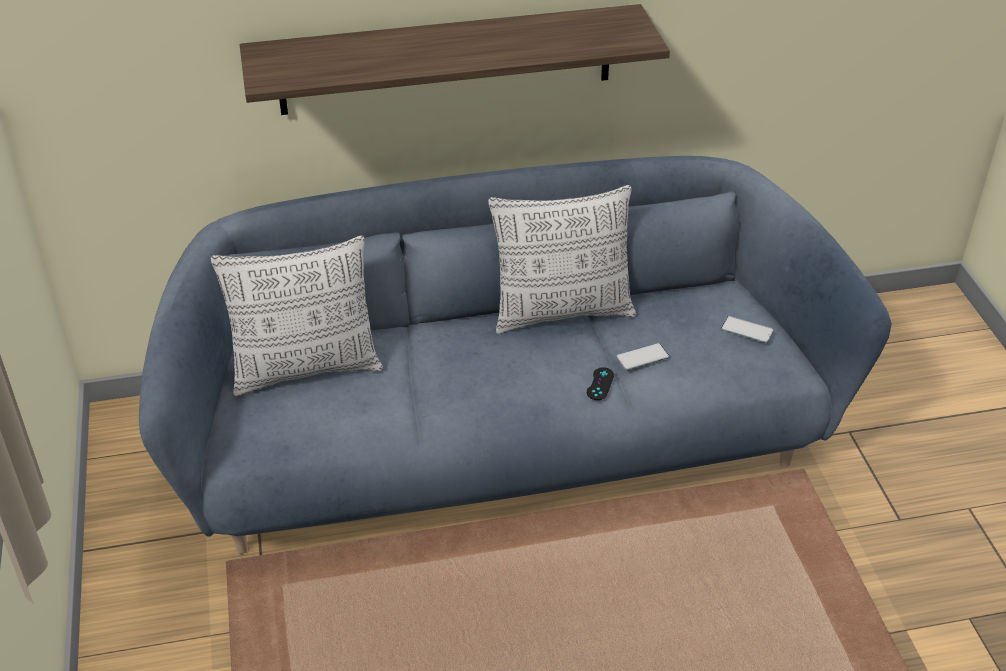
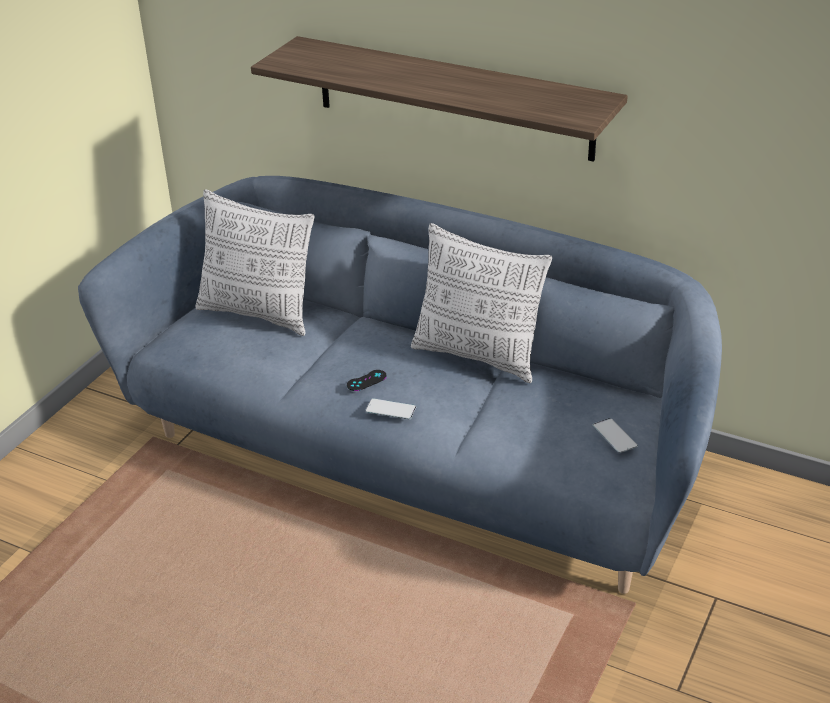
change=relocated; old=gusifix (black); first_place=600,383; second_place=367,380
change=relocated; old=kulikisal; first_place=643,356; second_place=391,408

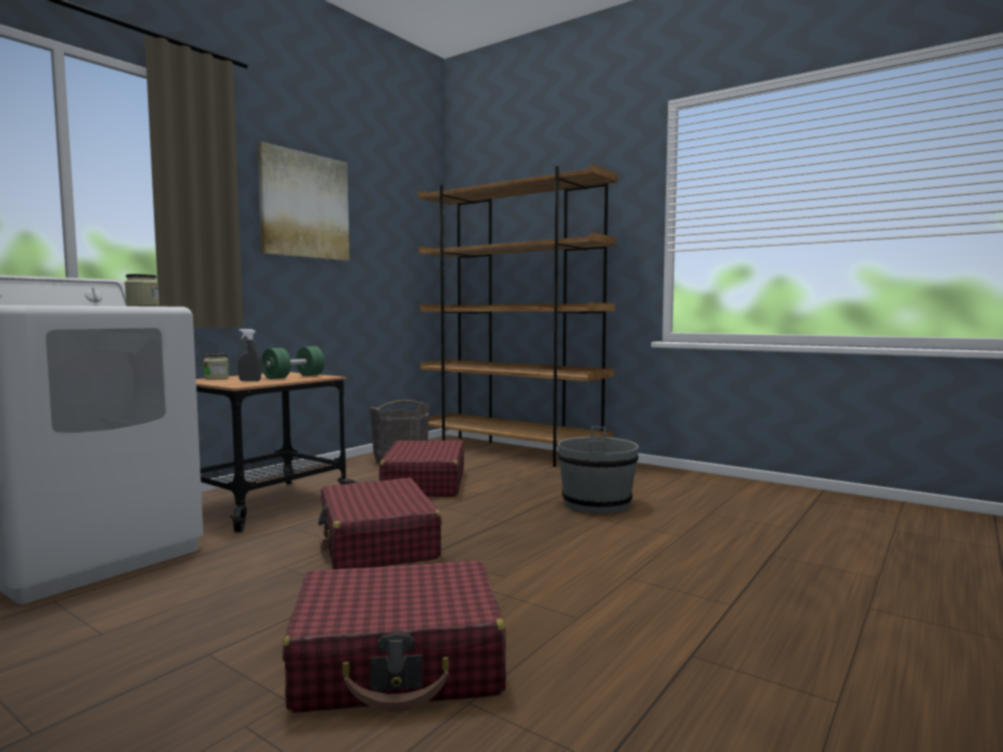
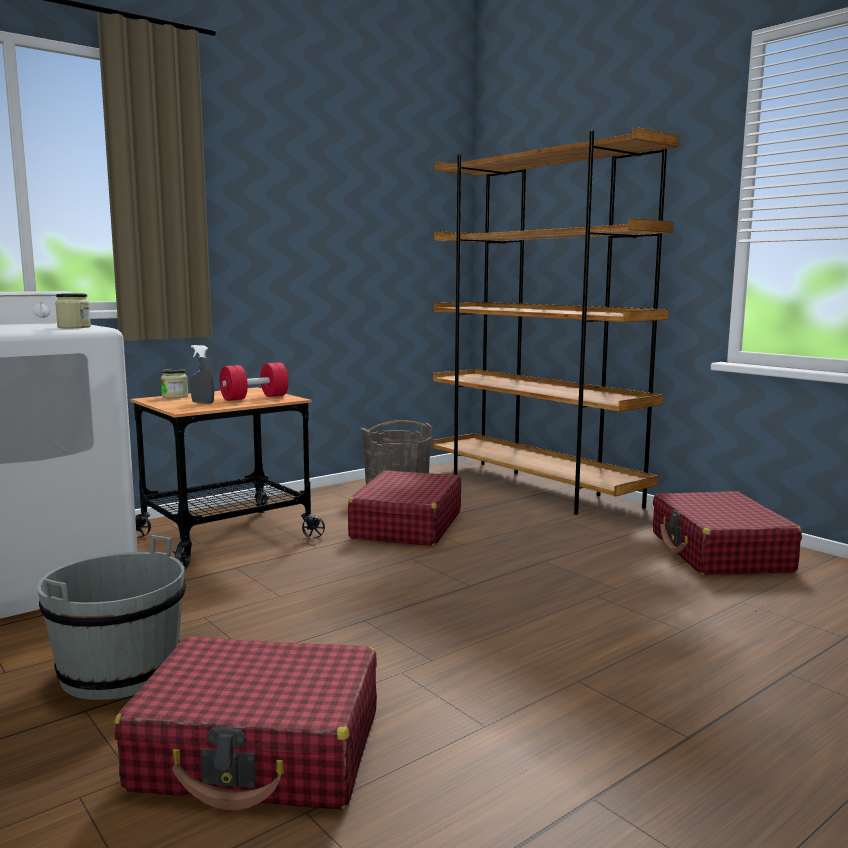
change=missing; old=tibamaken; first_place=303,201
change=colour; old=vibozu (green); new=vibozu (red); first_place=292,362; second_place=253,382
change=relocated; old=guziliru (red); first_place=380,523; second_place=727,533
change=relocated; old=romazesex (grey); first_place=598,470; second_place=111,617

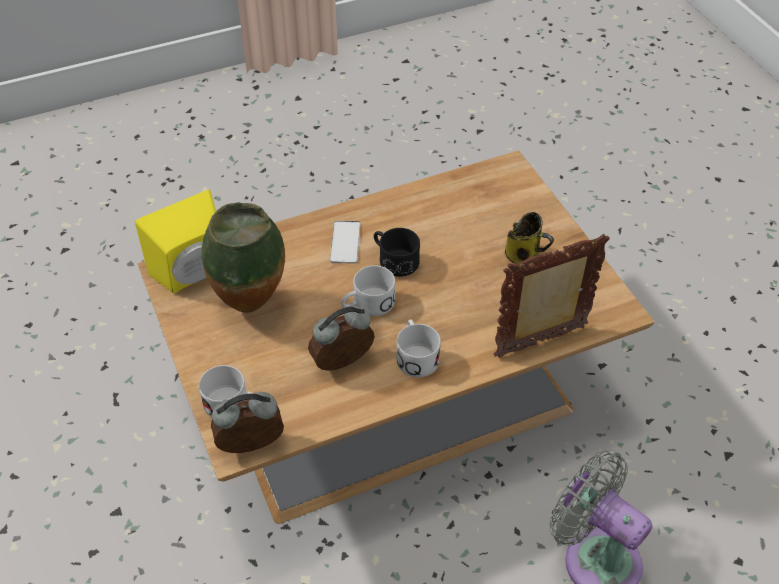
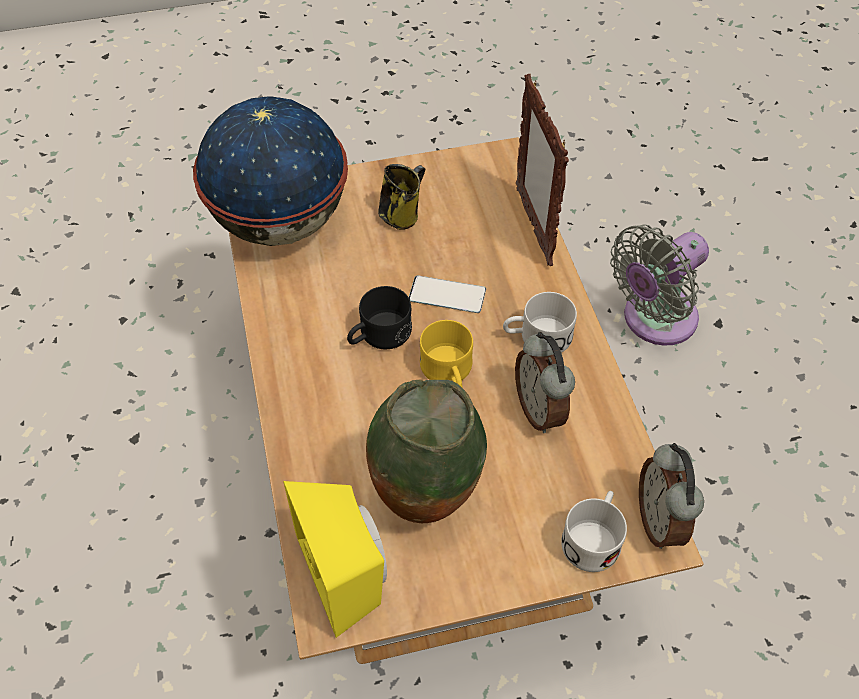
change=relocated; old=kulikisal; first_place=345,242; second_place=447,294
change=colour; old=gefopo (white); new=gefopo (yellow); first_place=368,290; second_place=446,353
change=appeared; new=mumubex; second_place=270,171

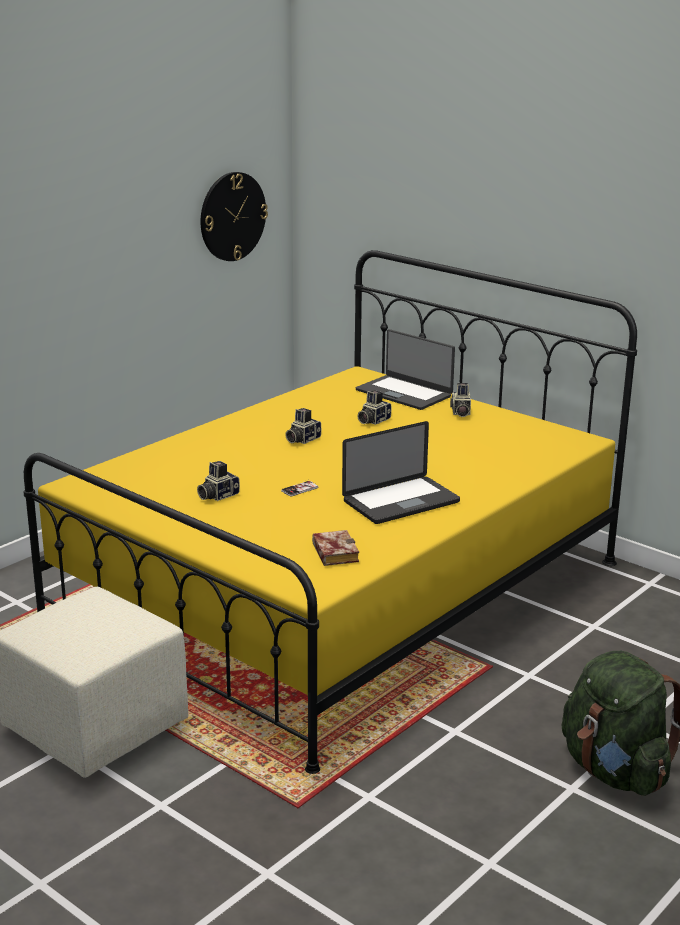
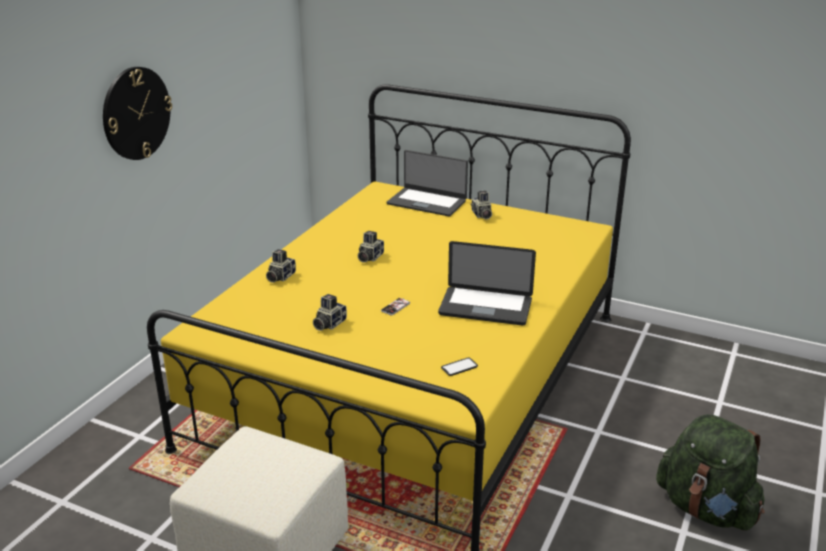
change=relocated; old=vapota; first_place=234,216; second_place=137,113
change=exchanged; old=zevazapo; new=kulikisal; first_place=335,548; second_place=459,367
change=spun; old=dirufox; first_place=401,472; second_place=487,283; degrees=60
change=relocated; old=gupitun; first_place=374,407; second_place=281,266

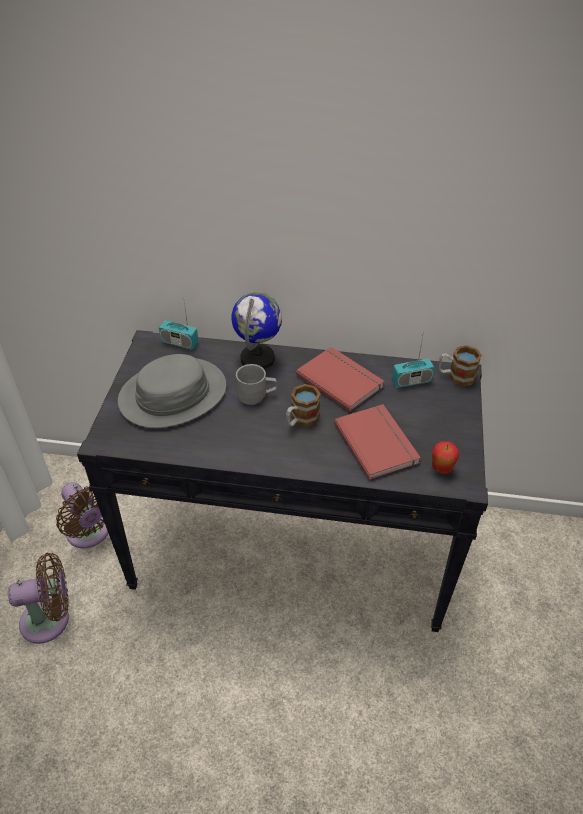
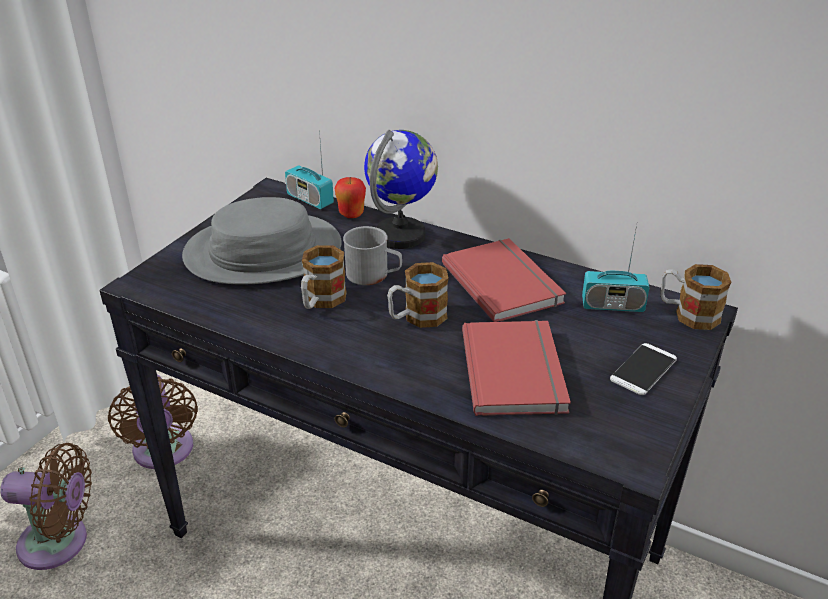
change=relocated; old=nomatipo; first_place=446,457; second_place=350,197
change=appeared; new=gefopo; second_place=323,277
change=appeared; new=kulikisal; second_place=643,369

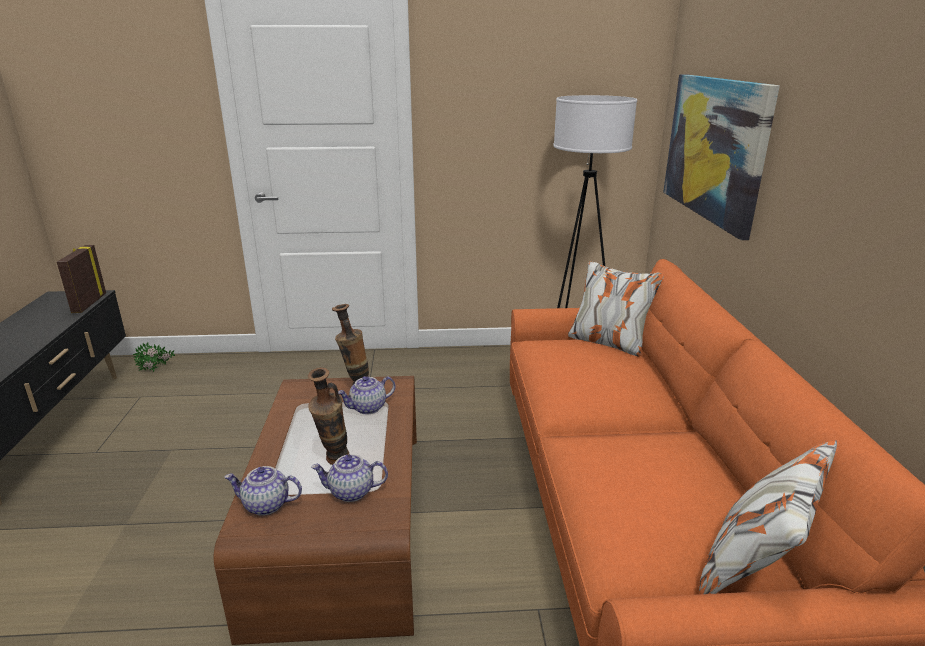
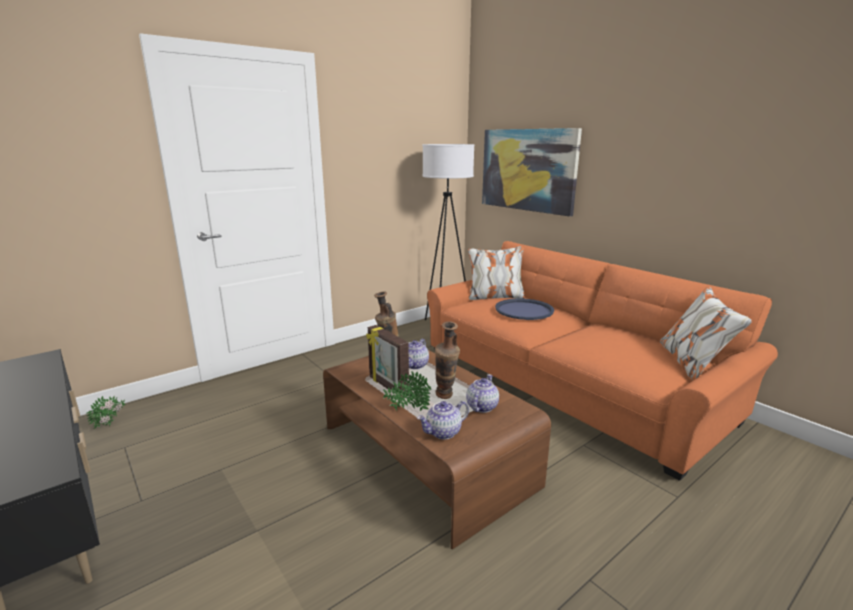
change=relocated; old=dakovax; first_place=81,279; second_place=387,361
change=spun; old=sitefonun; first_place=349,478; second_place=482,393; degrees=150
change=appeared; new=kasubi; second_place=407,391
change=appeared; new=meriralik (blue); second_place=524,309

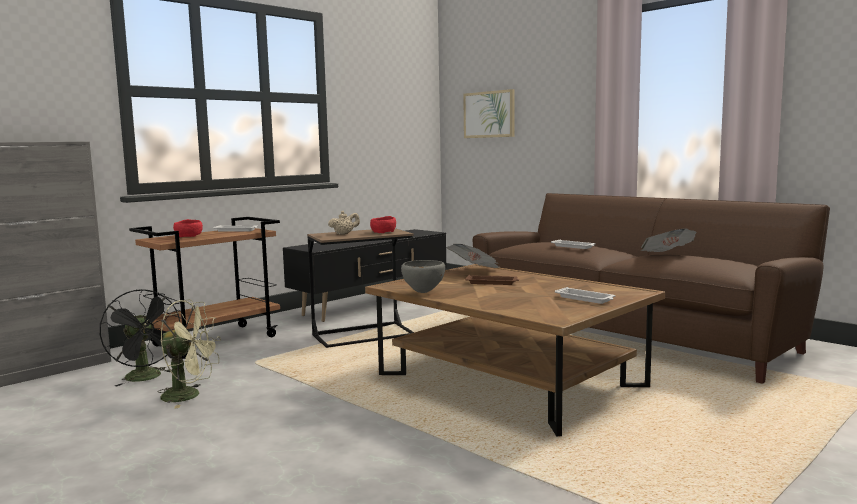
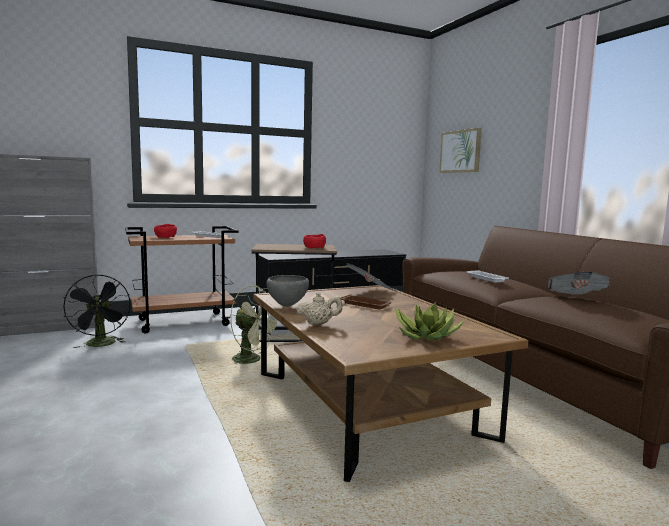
change=relocated; old=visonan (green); first_place=190,354; second_place=254,324
change=relocated; old=sitefonun (beige); first_place=344,223; second_place=319,308
change=exchanged; old=meriralik (white); new=kasubi; first_place=585,295; second_place=430,321

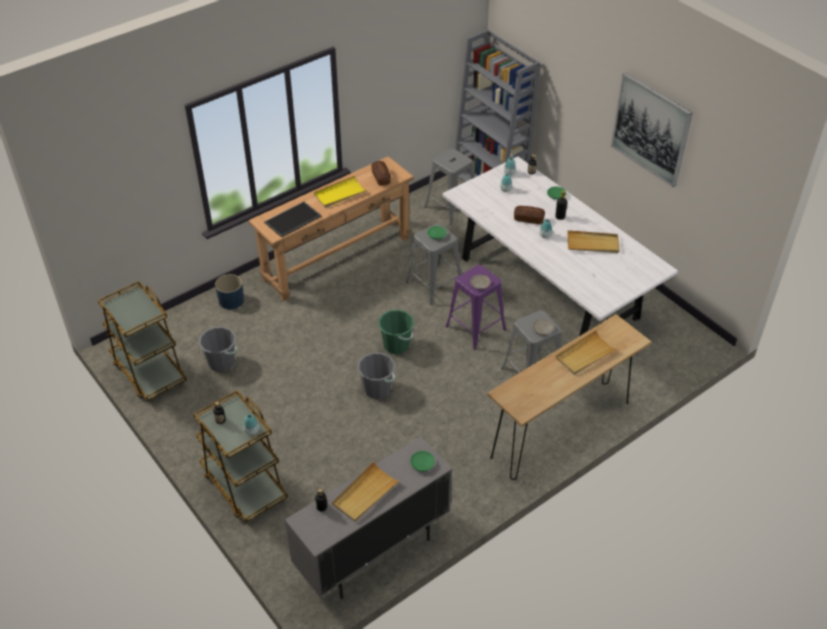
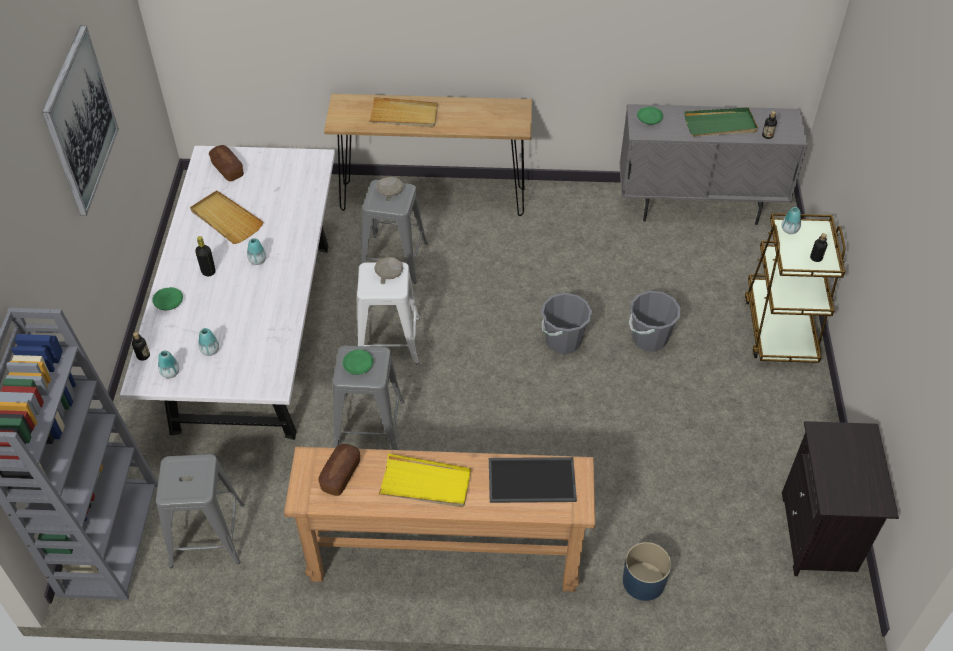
change=exchanged; old=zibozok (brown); new=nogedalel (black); first_place=142,341; second_place=840,498
change=relocated; old=romazesex (grey); first_place=218,349; second_place=654,321
change=colour; old=meriralik (beige); new=meriralik (green); first_place=366,492; second_place=721,122
change=missing; old=romazesex (green); first_place=396,332
change=colour; old=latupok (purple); new=latupok (white); first_place=475,307; second_place=388,313
change=relocated; old=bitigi; first_place=529,215; second_place=226,163

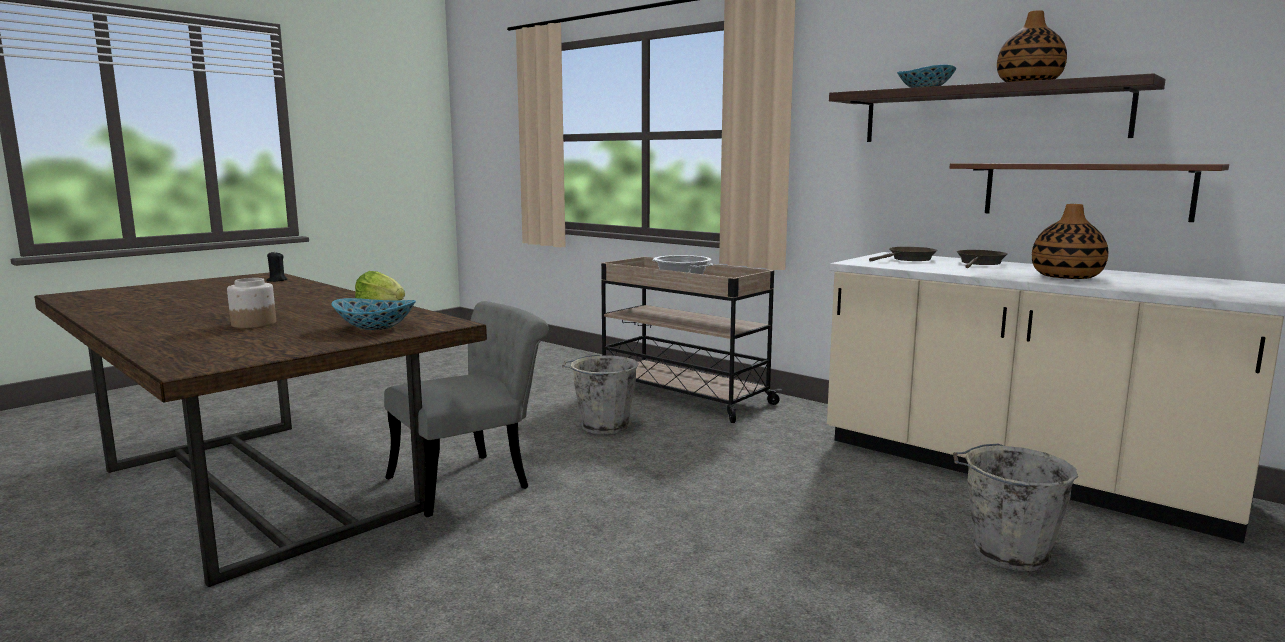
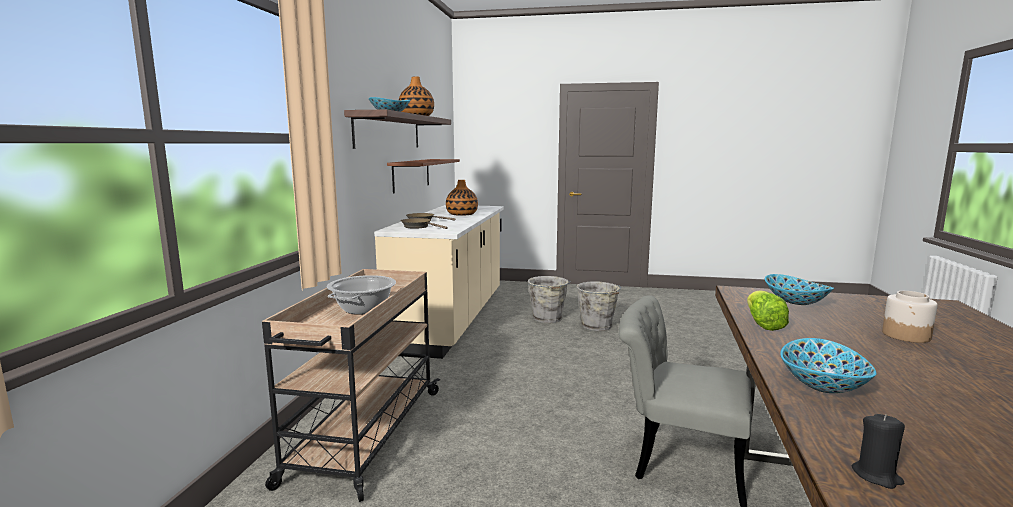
change=relocated; old=romazesex (grey); first_place=600,394; second_place=598,306
change=appeared; new=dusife; second_place=828,365

